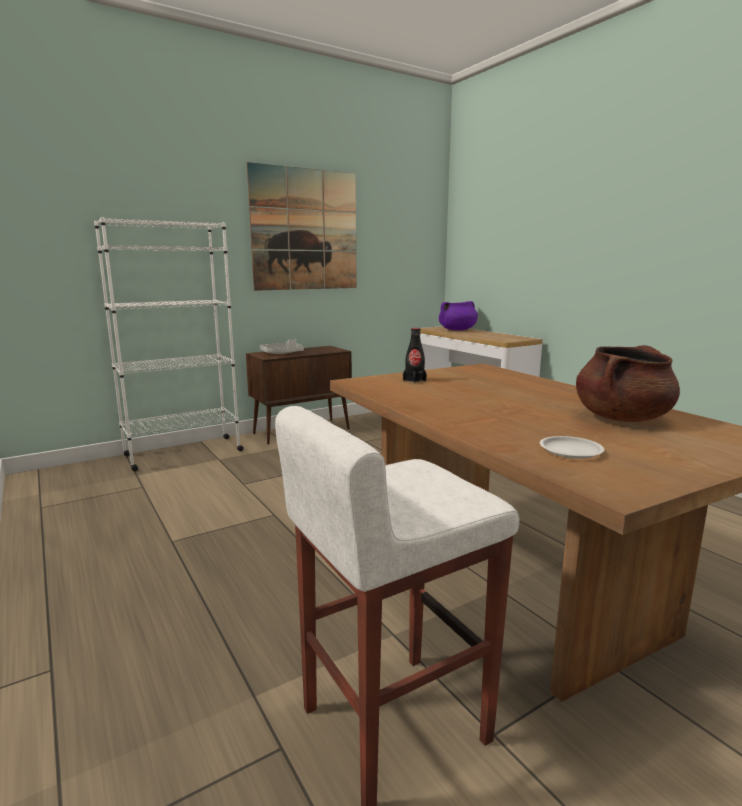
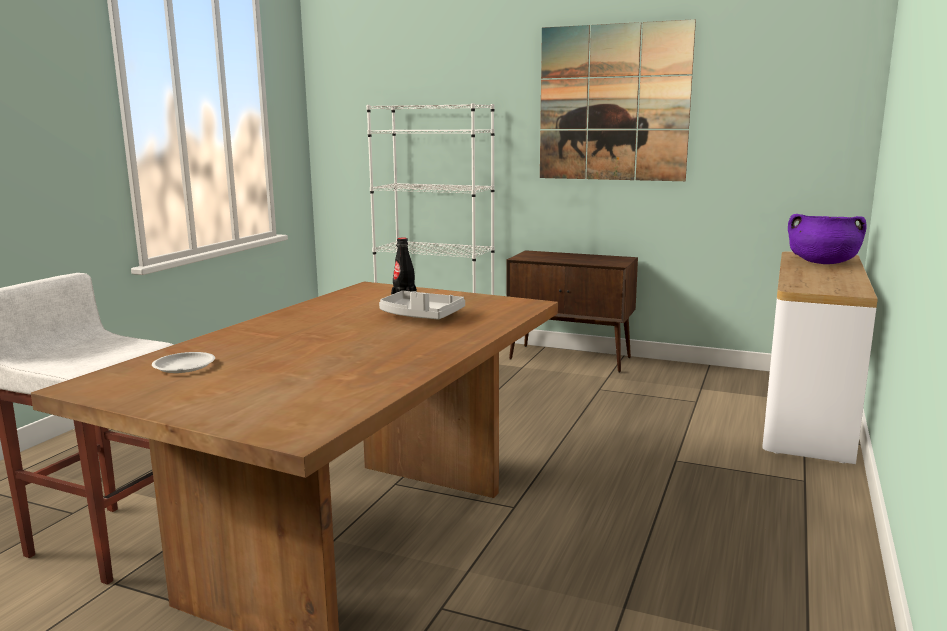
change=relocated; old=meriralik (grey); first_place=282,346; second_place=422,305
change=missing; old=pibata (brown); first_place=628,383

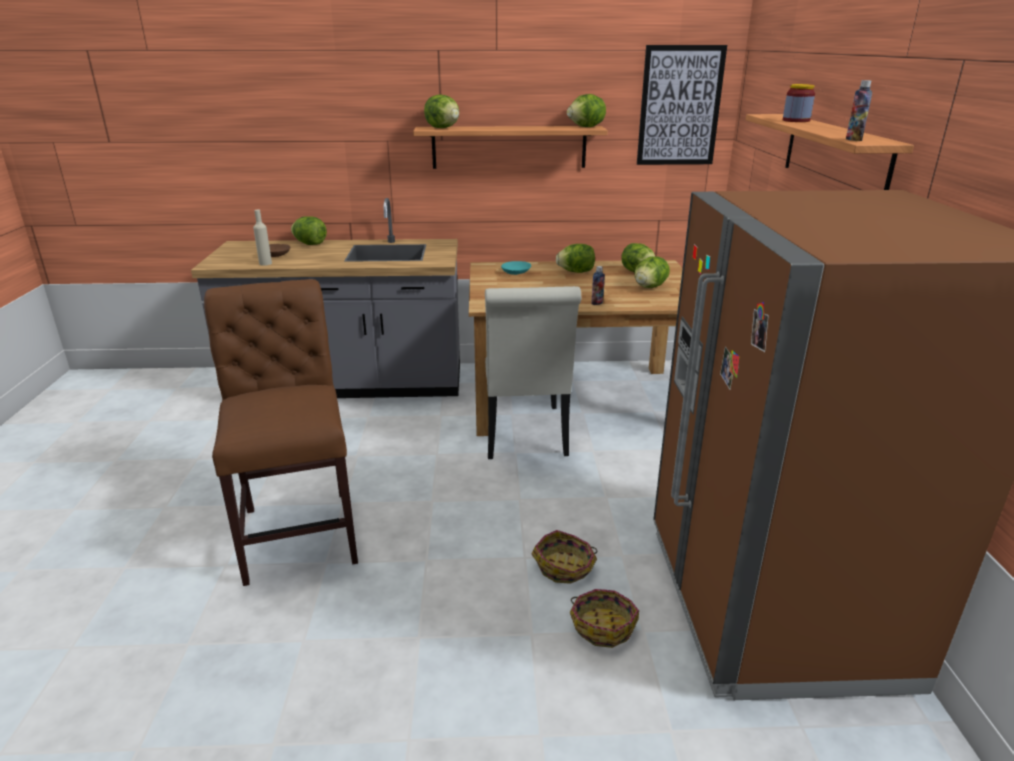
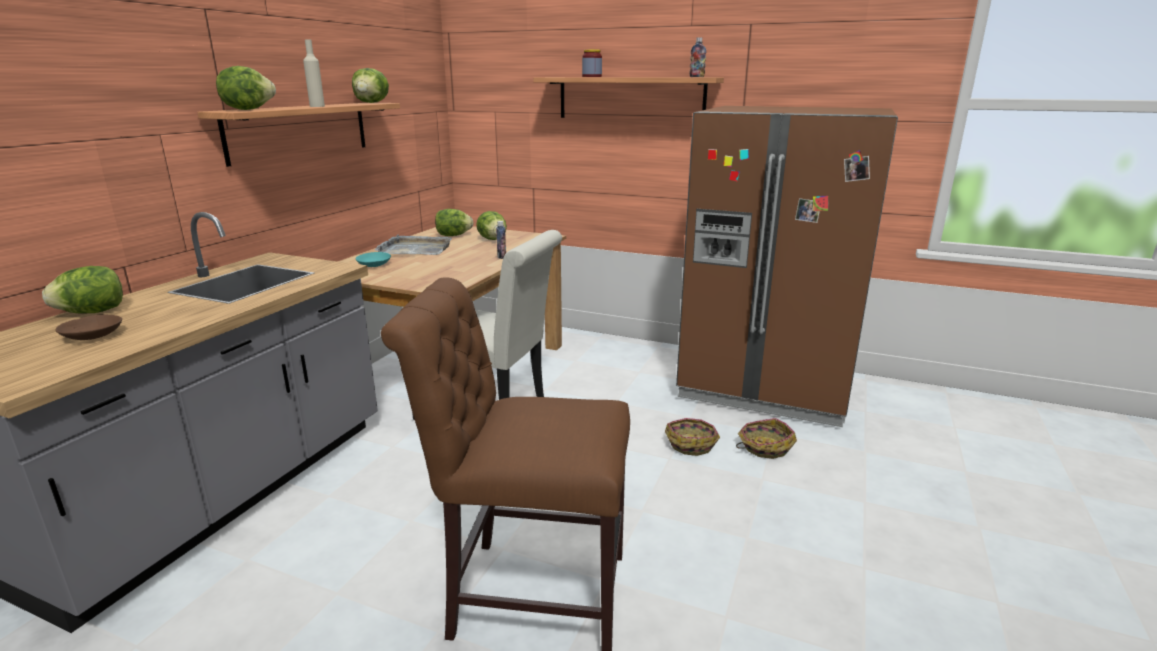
change=relocated; old=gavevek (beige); first_place=262,238; second_place=314,73
change=exchanged; old=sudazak; new=meriralik (grey); first_place=575,258; second_place=413,245
change=missing; old=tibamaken; first_place=682,105

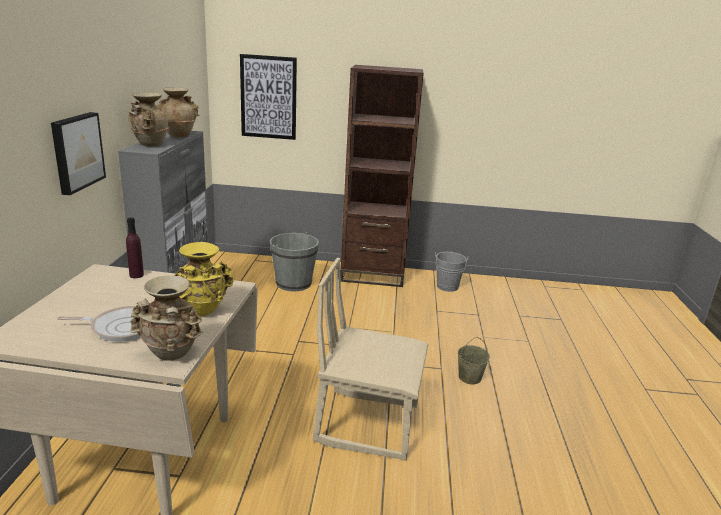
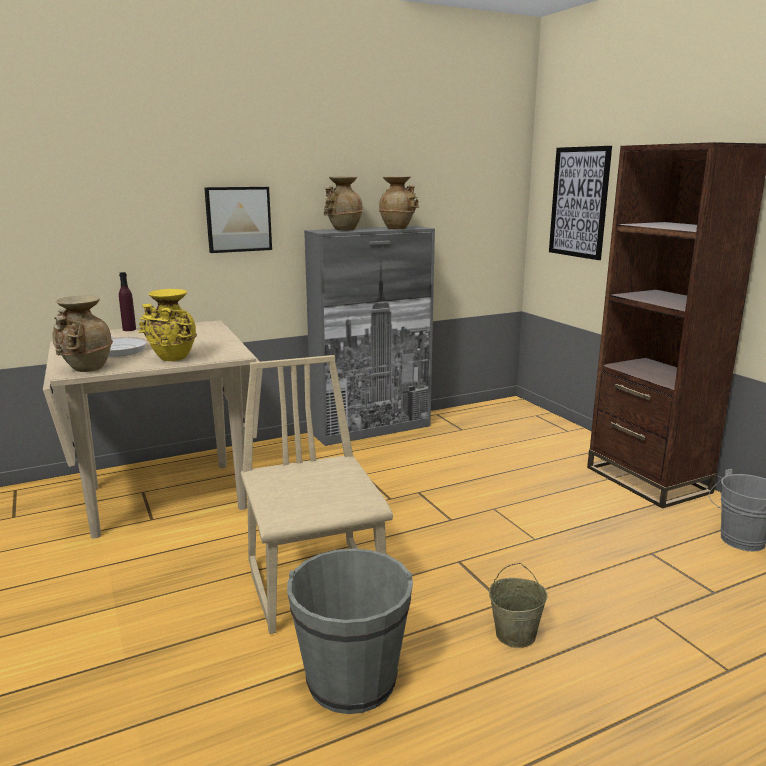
change=relocated; old=gavevek (purple); first_place=135,248; second_place=127,301
change=relocated; old=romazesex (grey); first_place=294,261; second_place=350,631

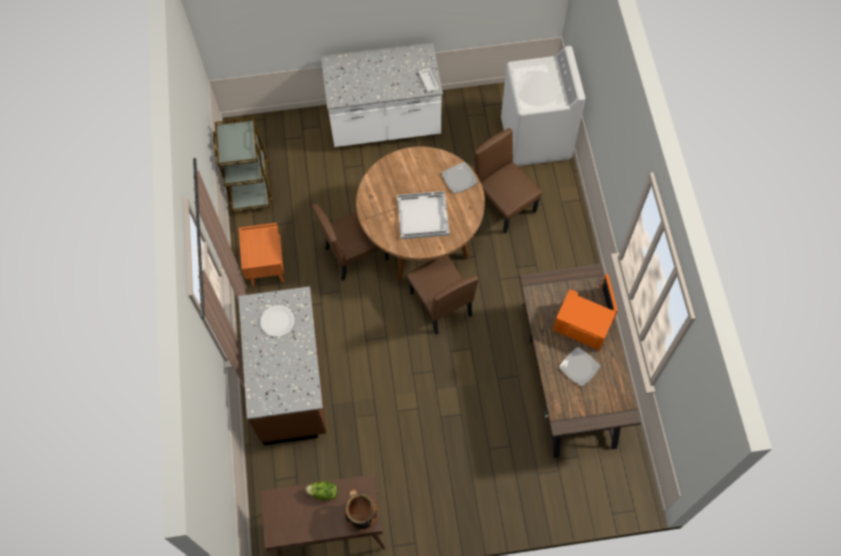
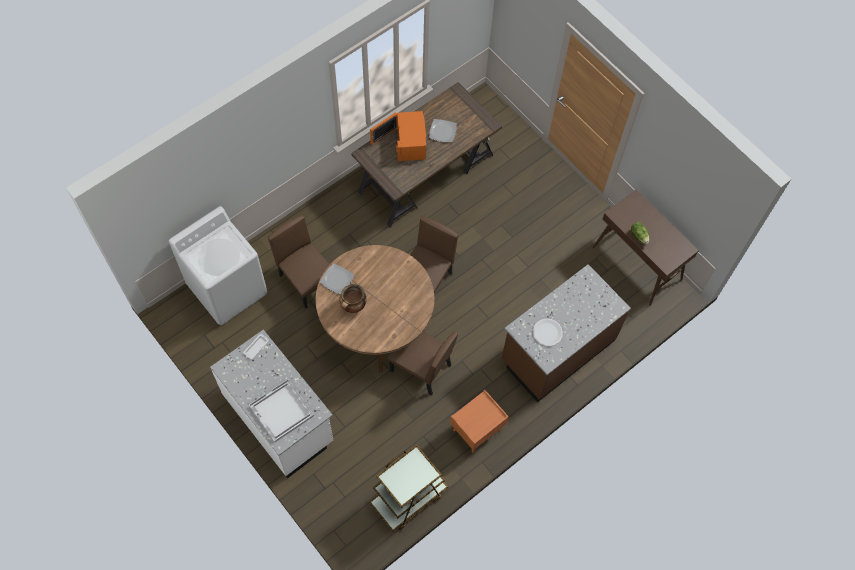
change=relocated; old=pibata; first_place=361,509; second_place=353,298
change=relocated; old=meriralik (white); first_place=423,215; second_place=281,410
change=spun; old=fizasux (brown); first_place=508,180; second_place=299,262; degrees=120

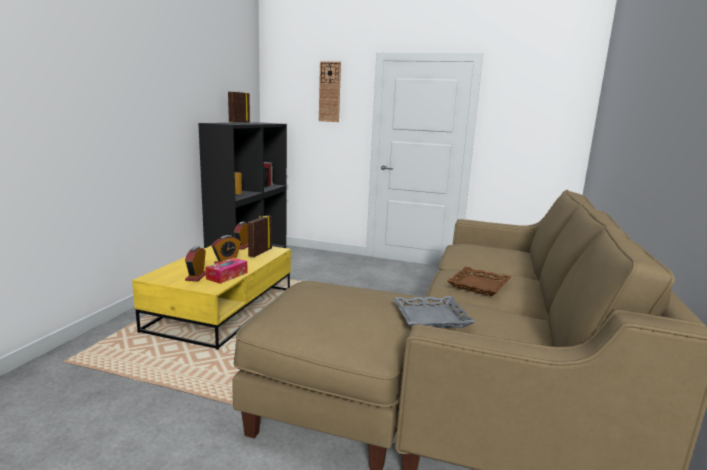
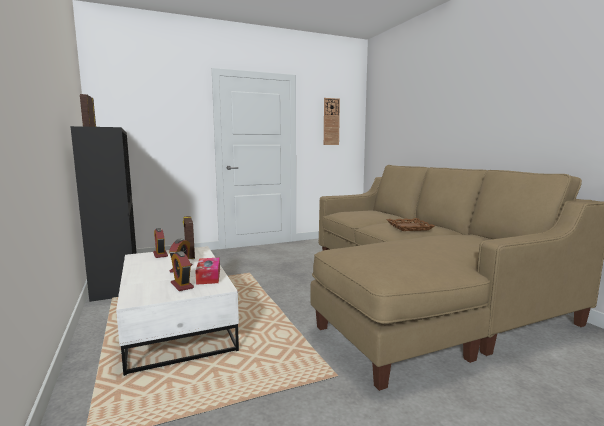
change=colour; old=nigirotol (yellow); new=nigirotol (white); first_place=211,297; second_place=177,311
change=relocated; old=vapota; first_place=330,91; second_place=332,121
change=missing; old=meriralik (grey); first_place=434,312

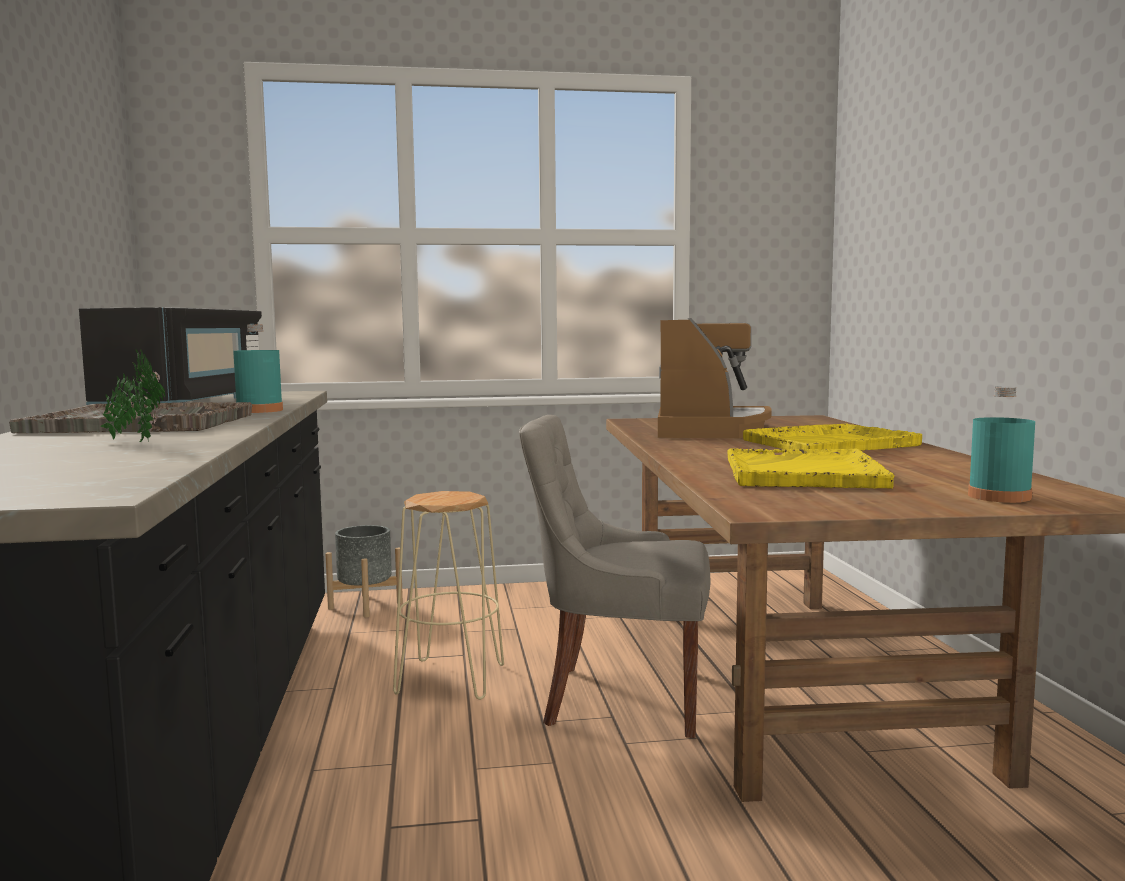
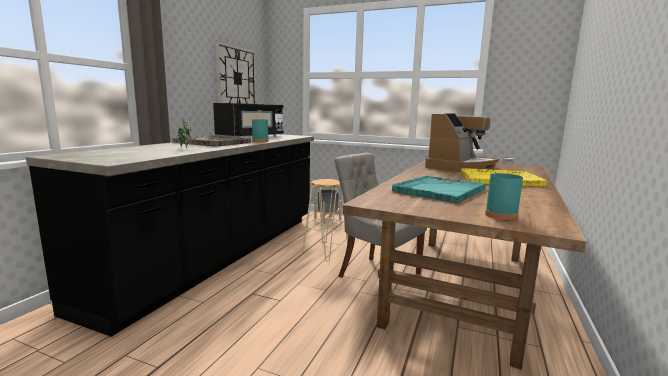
change=colour; old=meriralik (yellow); new=meriralik (turquoise); first_place=811,468; second_place=439,189
change=appeared; new=vapota; second_place=236,72

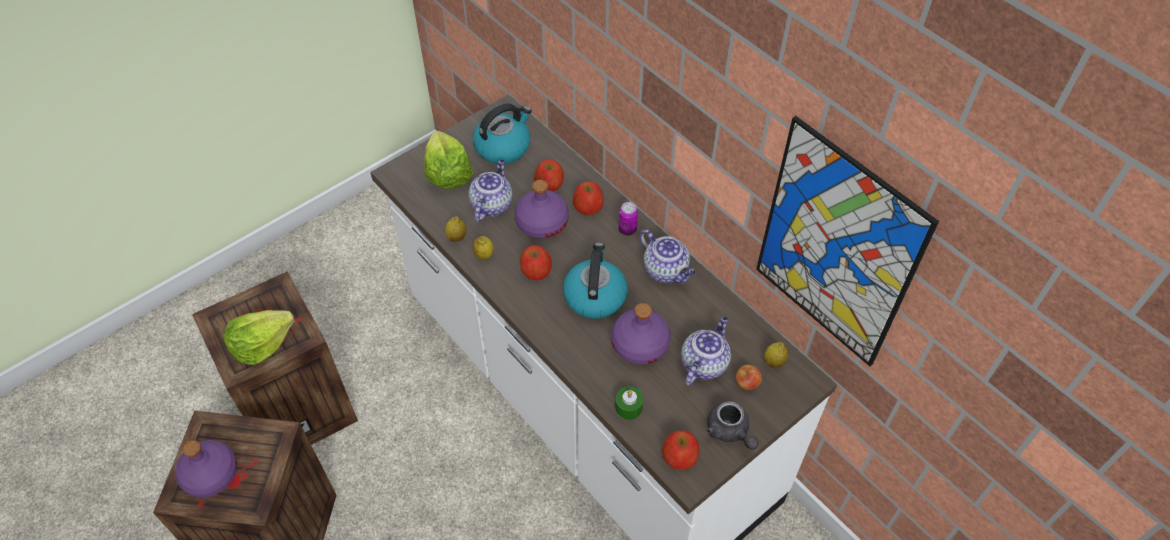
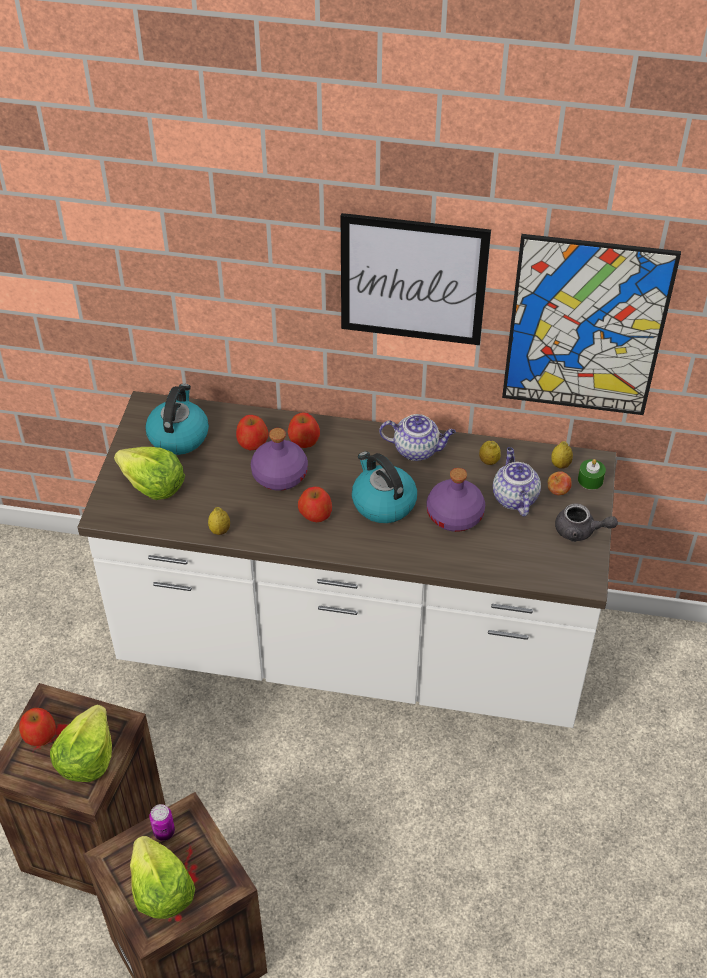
change=exchanged; old=gavevek (purple); new=sudazak; first_place=206,469; second_place=162,877
change=missing; old=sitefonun; first_place=490,190
change=relocated; old=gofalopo; first_place=483,247; second_place=490,453
change=relocated; old=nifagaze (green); first_place=629,403; second_place=592,474
change=relocated; old=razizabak; first_place=628,219; second_place=162,822
change=relocated; old=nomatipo; first_place=681,450; second_place=37,727
change=appeared; new=tibamaken; second_place=416,279

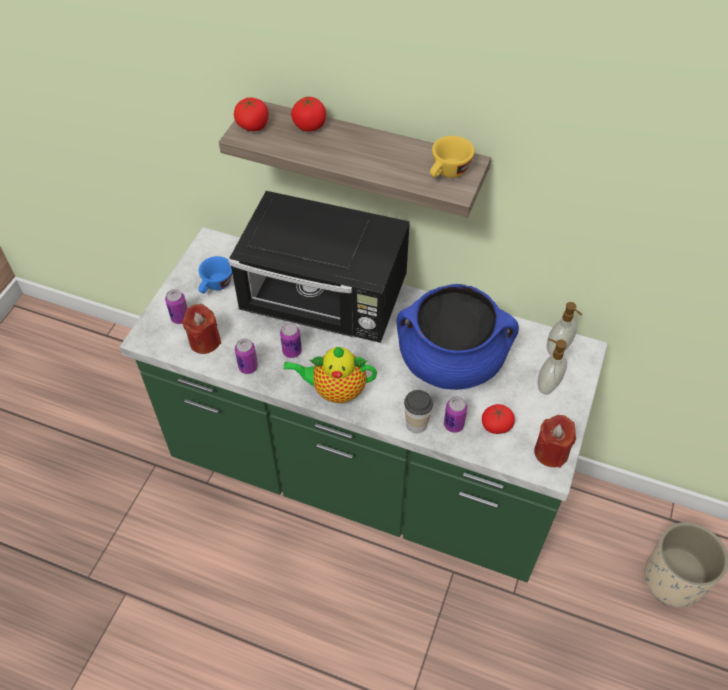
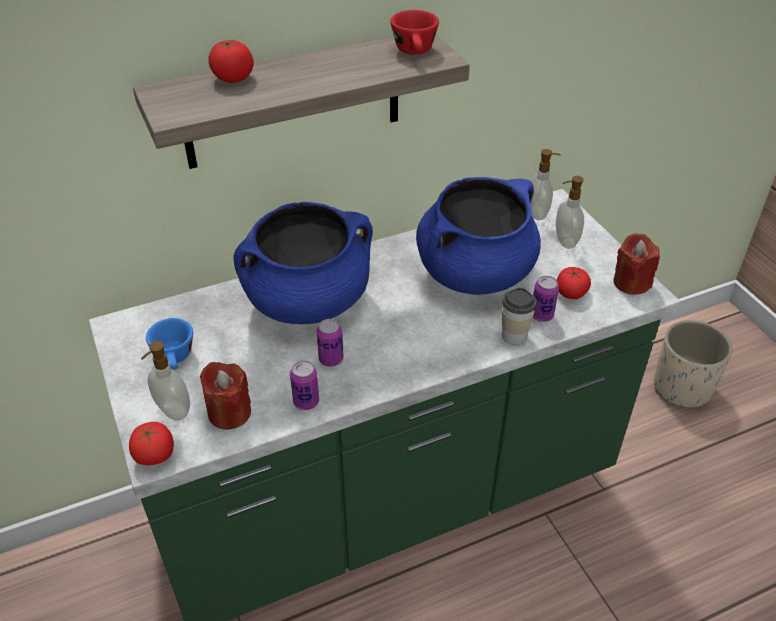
change=exchanged; old=razizabak; new=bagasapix; first_place=176,306; second_place=165,381
change=exchanged; old=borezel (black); new=pibata (blue); first_place=319,267; second_place=303,263
change=relocated; old=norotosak; first_place=251,114; second_place=151,443
change=missing; old=sitefonun; first_place=330,374
change=colour; old=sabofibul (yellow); new=sabofibul (red); first_place=452,157; second_place=414,32

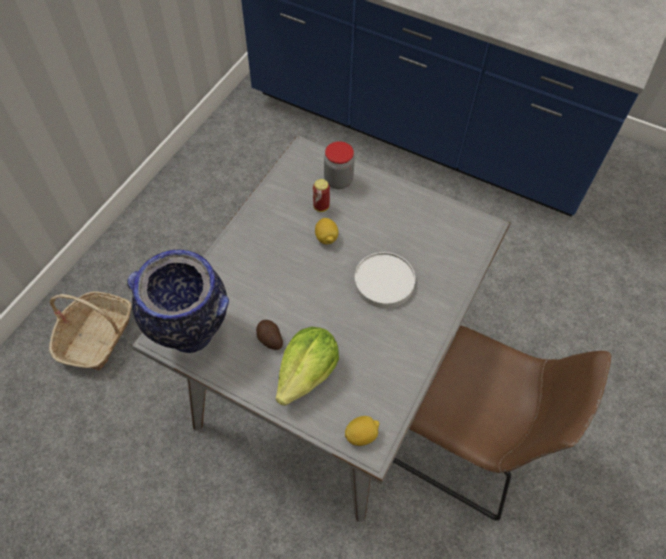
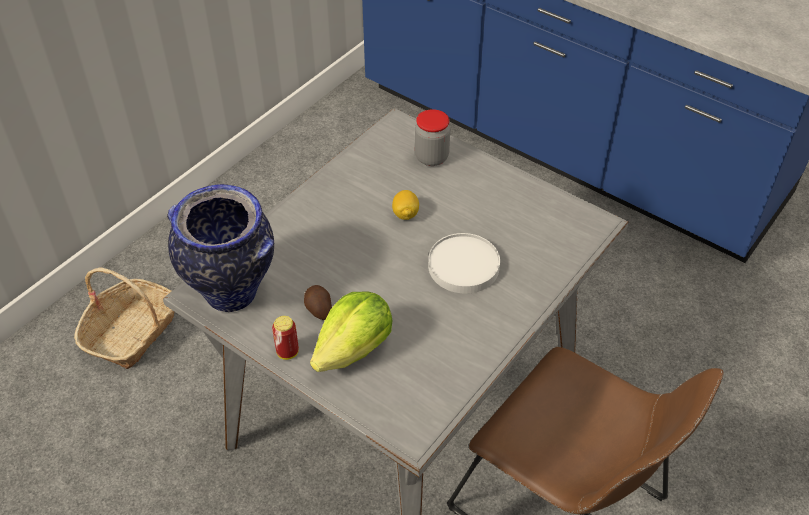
change=relocated; old=razizabak; first_place=321,195; second_place=285,338
change=missing; old=gofalopo; first_place=362,431

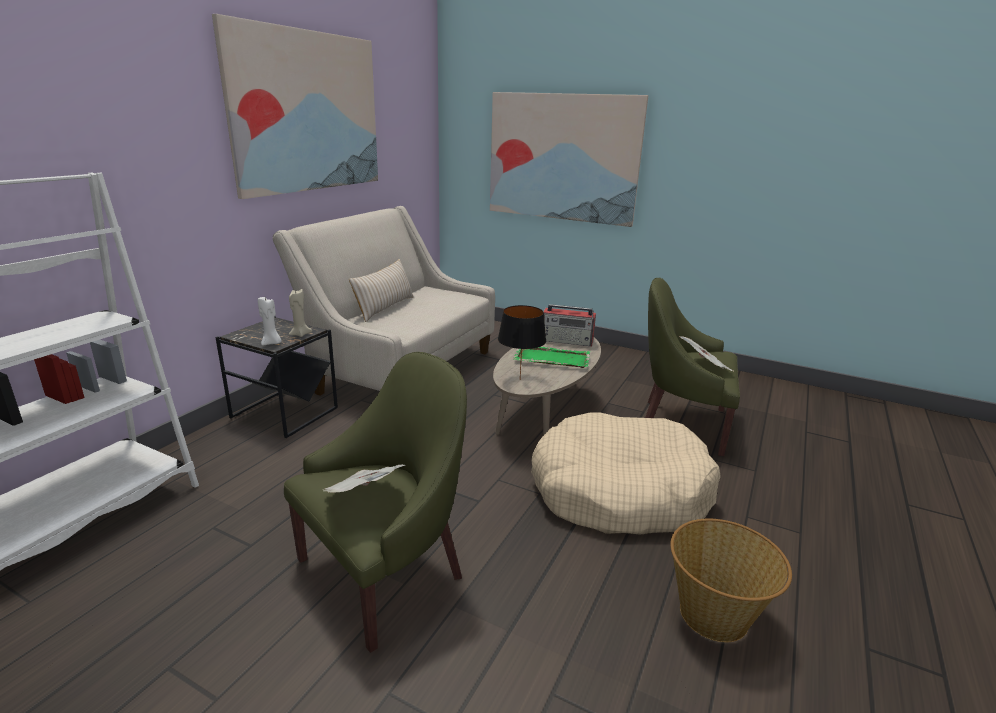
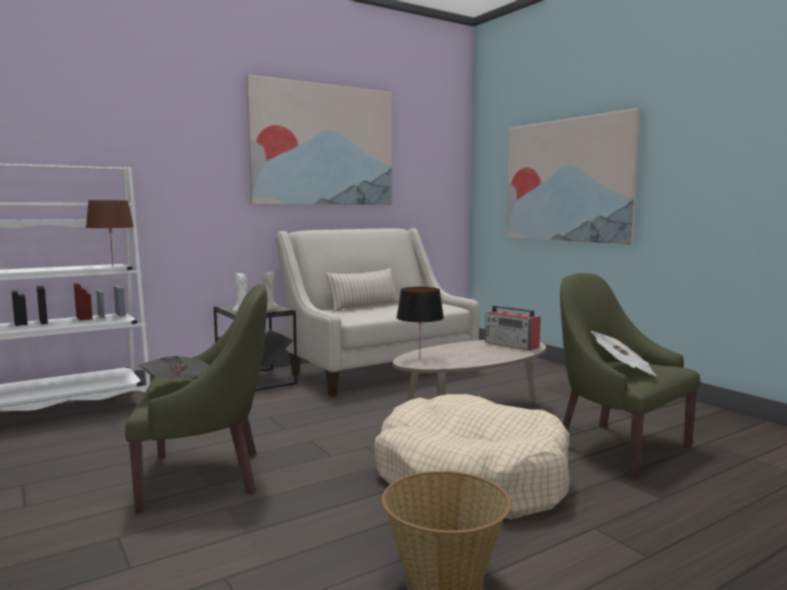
change=missing; old=meriralik (green); first_place=551,357
change=appeared; new=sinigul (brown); second_place=110,233

